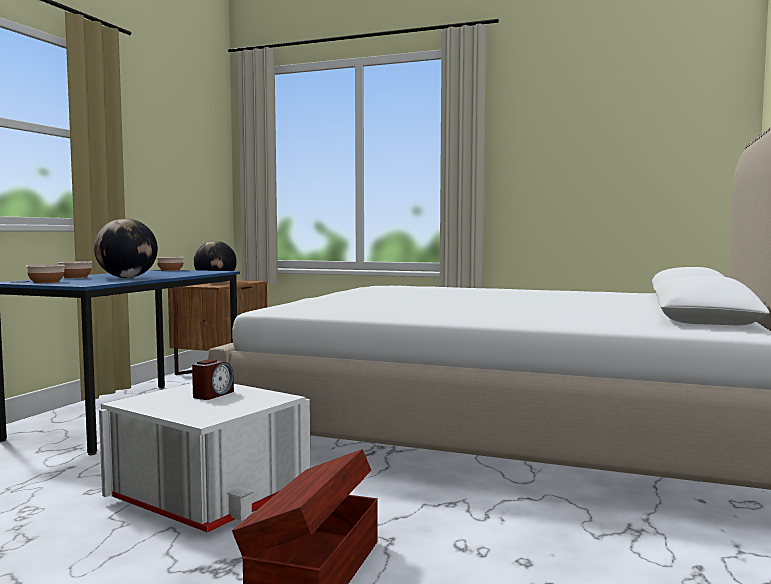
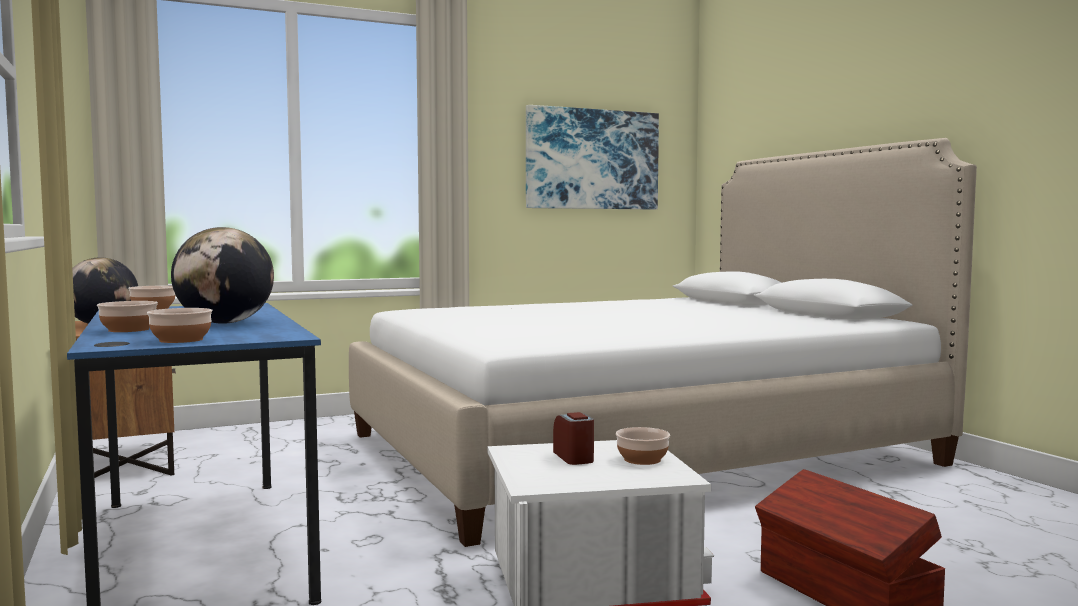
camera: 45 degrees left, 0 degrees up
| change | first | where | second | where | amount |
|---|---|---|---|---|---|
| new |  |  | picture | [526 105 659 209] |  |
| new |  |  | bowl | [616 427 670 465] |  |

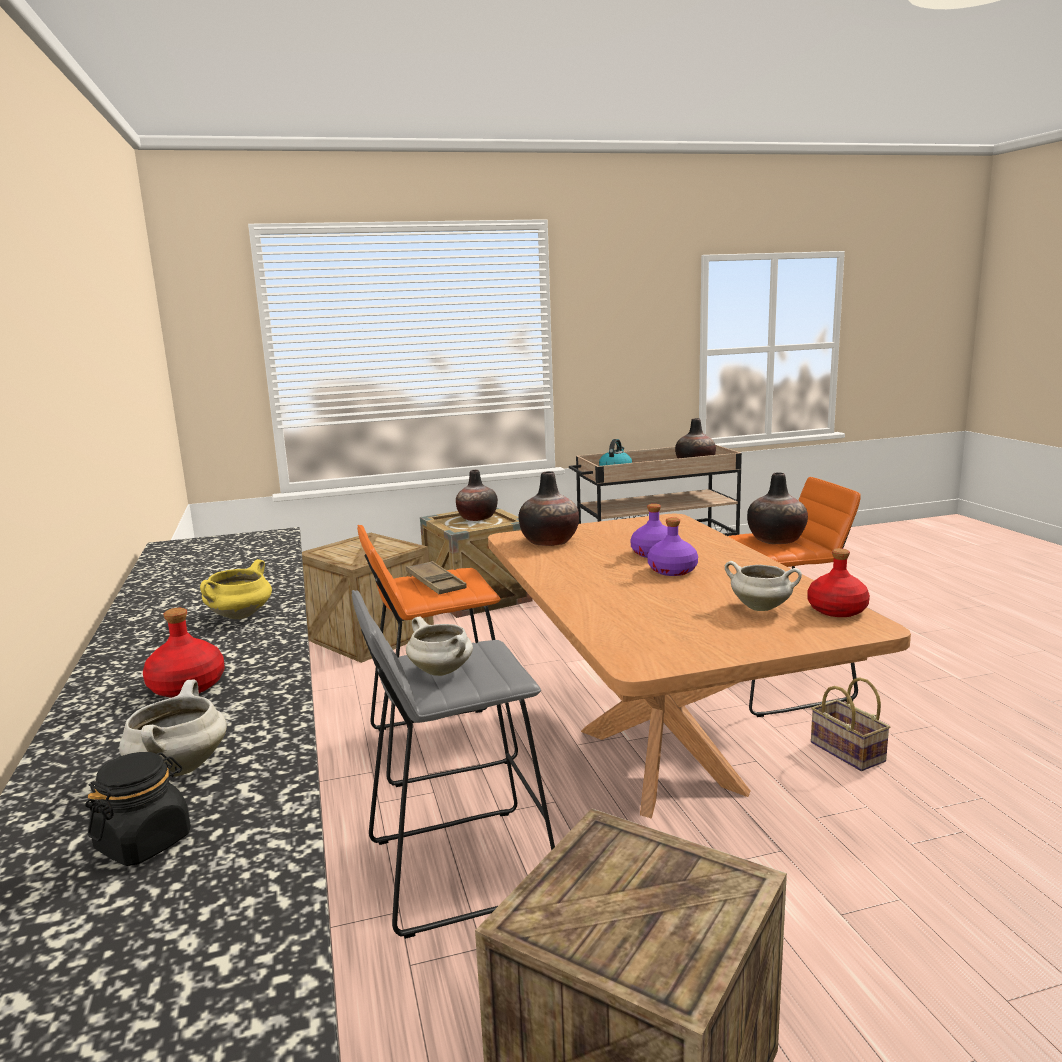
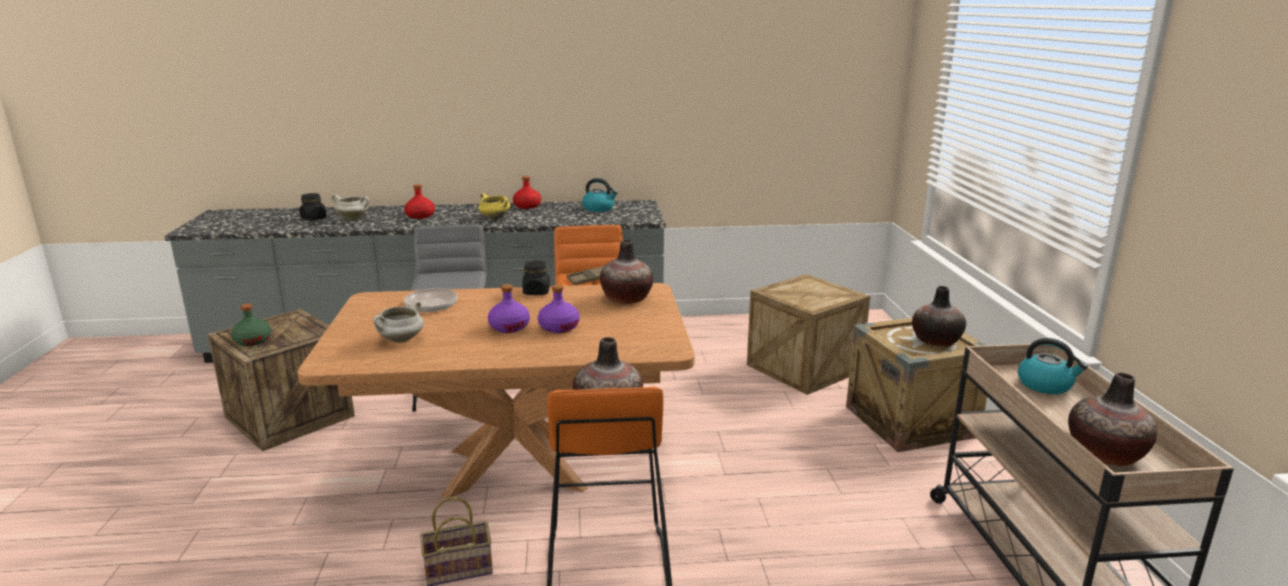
camera: 100 degrees right, 5 degrees up
| change | first | where | second | where | amount |
|---|---|---|---|---|---|
| gone | white cooking pot | [406 616 473 676] |  |  |  |
| new |  |  | green bottle | [231 304 271 346] |  |
| new |  |  | frying pan | [404 288 458 312] |  |
| new |  |  | black jar | [522 261 550 295] |  |
| new |  |  | kettle | [582 178 618 212] |  |
| shifted | red bottle | [808 548 870 617] |  | [513 176 541 209] |  |

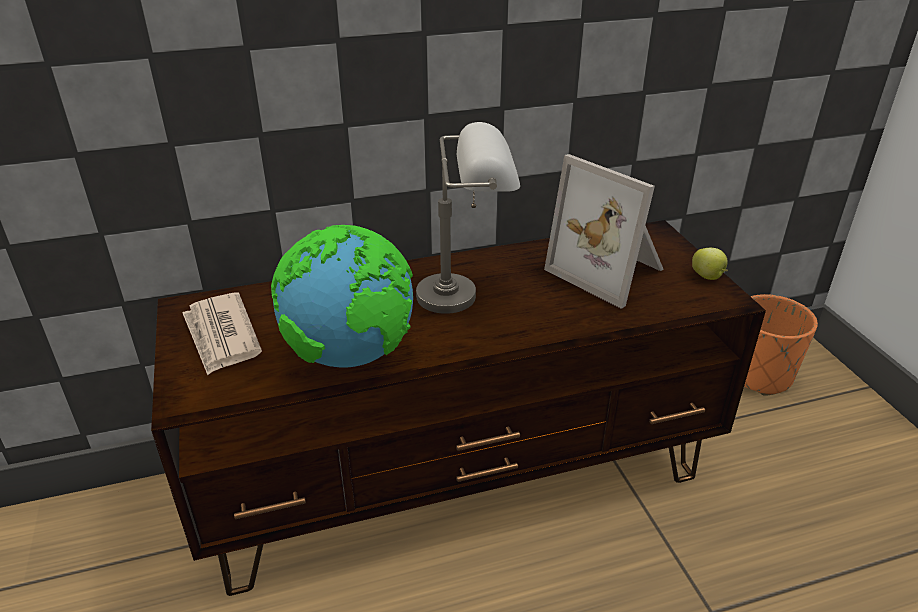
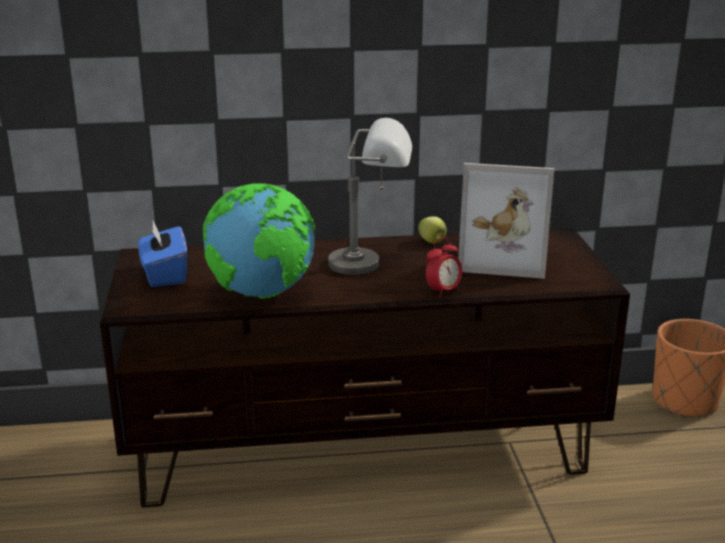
camera: 10 degrees right, 10 degrees down
| change | first | where | second | where | amount |
|---|---|---|---|---|---|
| new |  |  | alarm clock | [426 237 462 298] |  |
| shifted | apple | [692 248 728 280] |  | [418 216 447 243] |  |
| swapped | newspaper | [182 292 262 375] | blue tissue box | [138 221 187 287] |  |
| rotated | picture frame | [544 154 663 309] |  | [458 163 554 279] | 45 degrees counterclockwise |

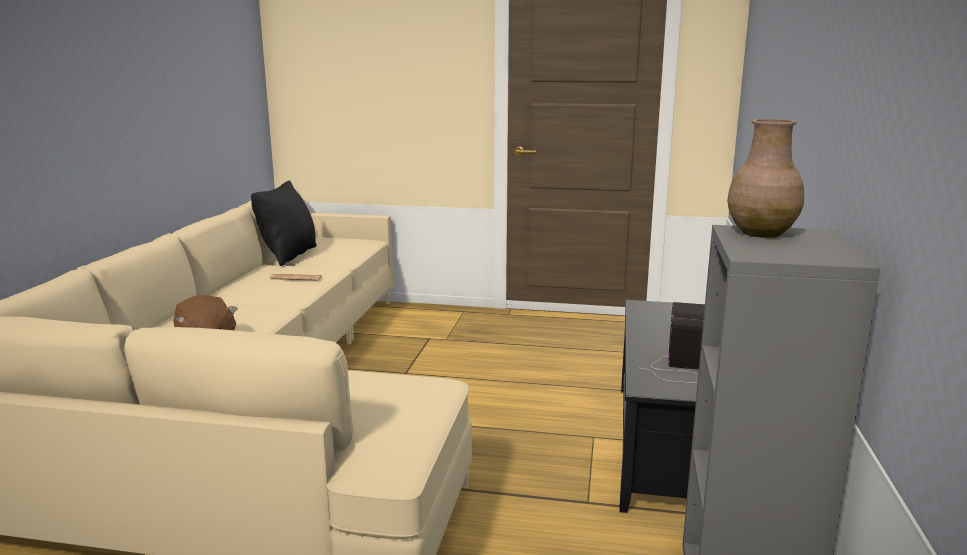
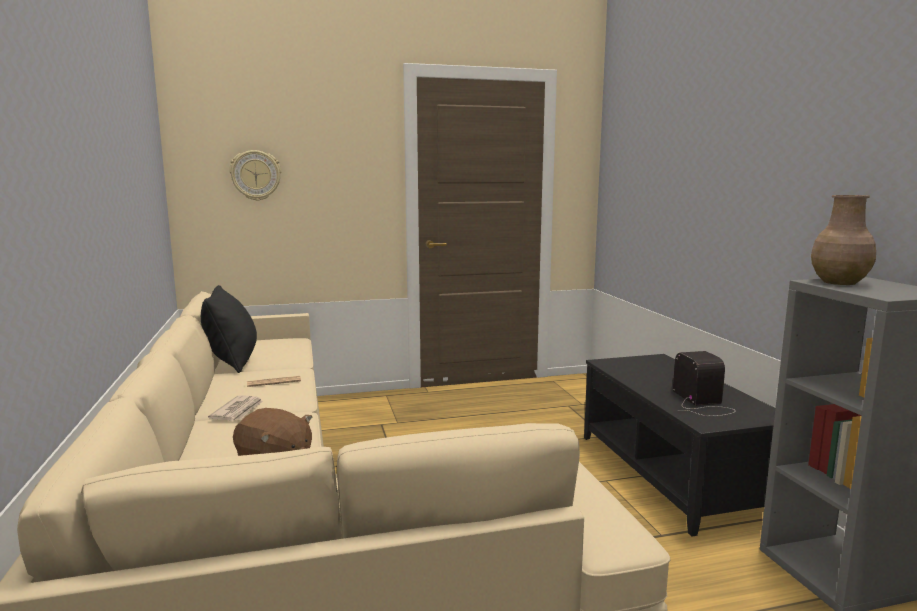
camera: 25 degrees left, 5 degrees down
| change | first | where | second | where | amount |
|---|---|---|---|---|---|
| new |  |  | newspaper | [208 395 263 421] |  |
| new |  |  | wall clock | [229 150 281 201] |  |

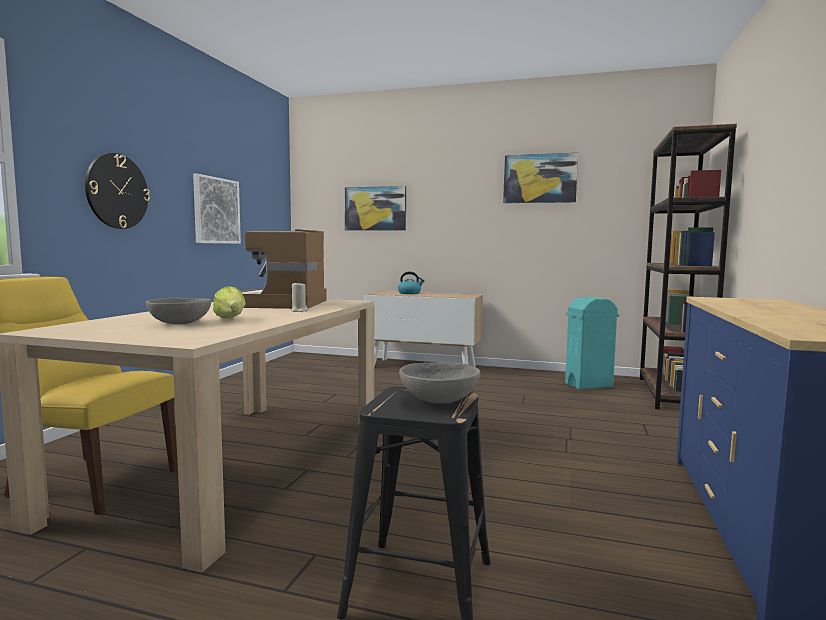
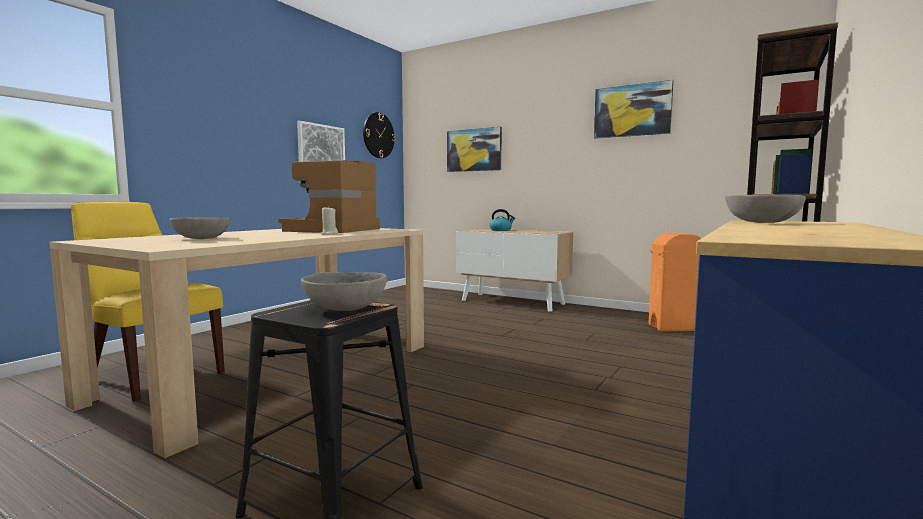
camera: 15 degrees right, 0 degrees up
| change | first | where | second | where | amount |
|---|---|---|---|---|---|
| gone | lettuce | [213 286 246 318] |  |  |  |
| new |  |  | grey bowl | [725 195 806 223] |  |
| shifted | wall clock | [85 153 150 229] |  | [363 112 396 158] |  |
| repainted | turquoise trash can | [565 297 620 390] | orange trash can | [649 233 702 332] |  |

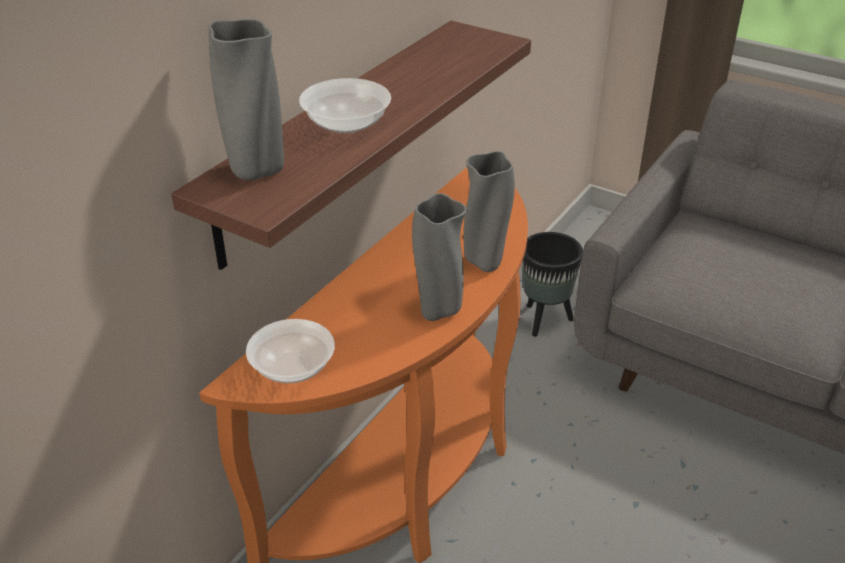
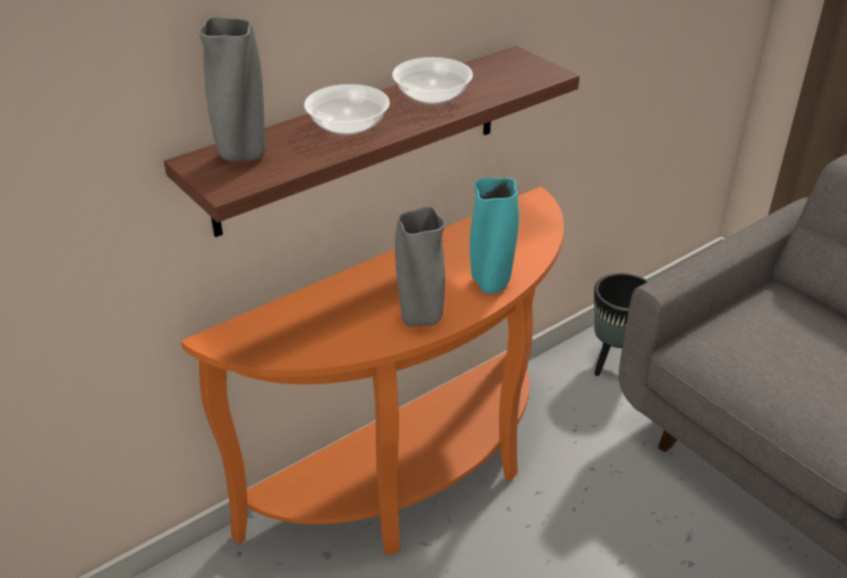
camera: 20 degrees right, 0 degrees up
| change | first | where | second | where | amount |
|---|---|---|---|---|---|
| shifted | bowl | [246 319 335 383] |  | [392 57 473 105] |  |
| repainted | grey vase | [463 151 515 272] | turquoise vase | [470 178 519 294] |  |

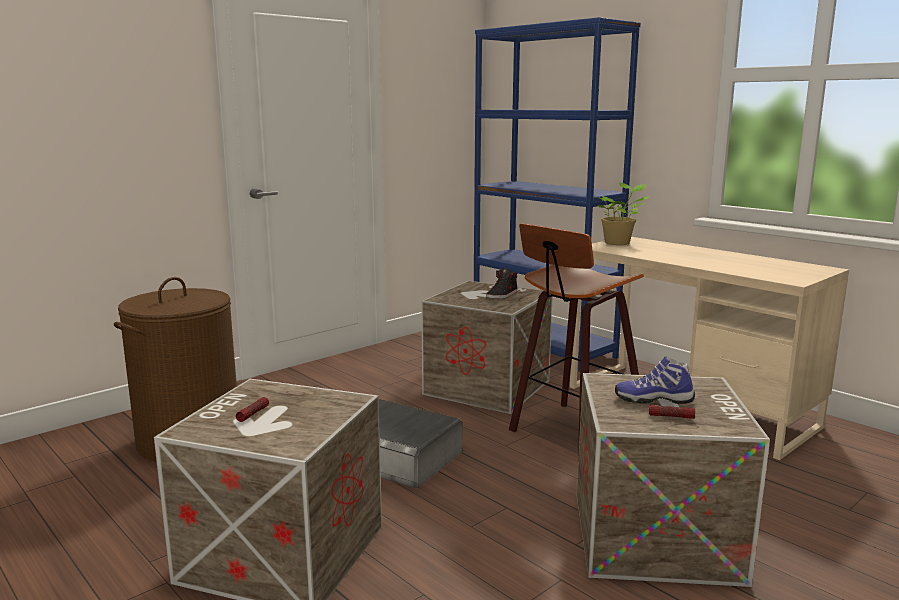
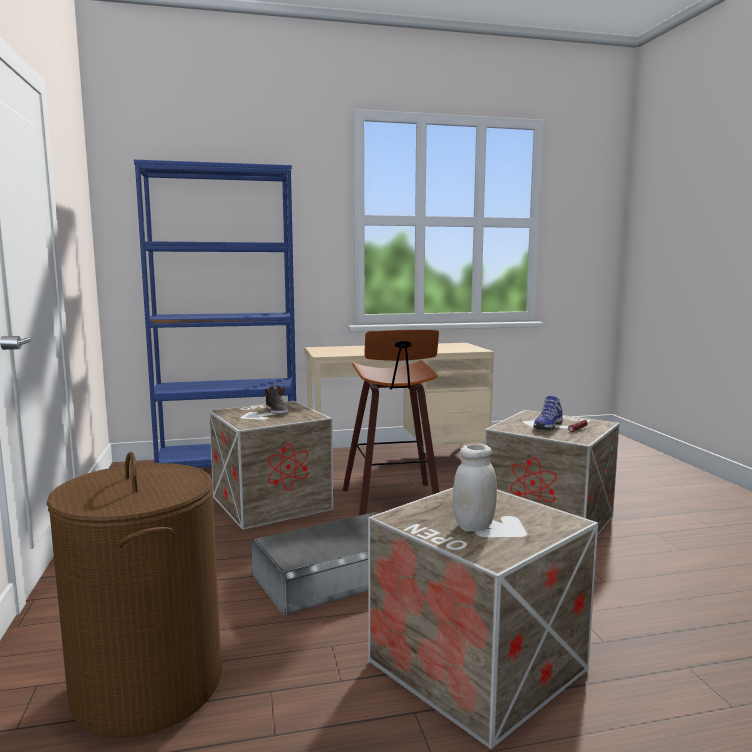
camera: 60 degrees left, 5 degrees down
| change | first | where | second | where | amount |
|---|---|---|---|---|---|
| gone | potted plant | [597 183 649 245] |  |  |  |
| swapped | flashlight | [236 397 269 422] | white jar | [453 444 497 532] |  |

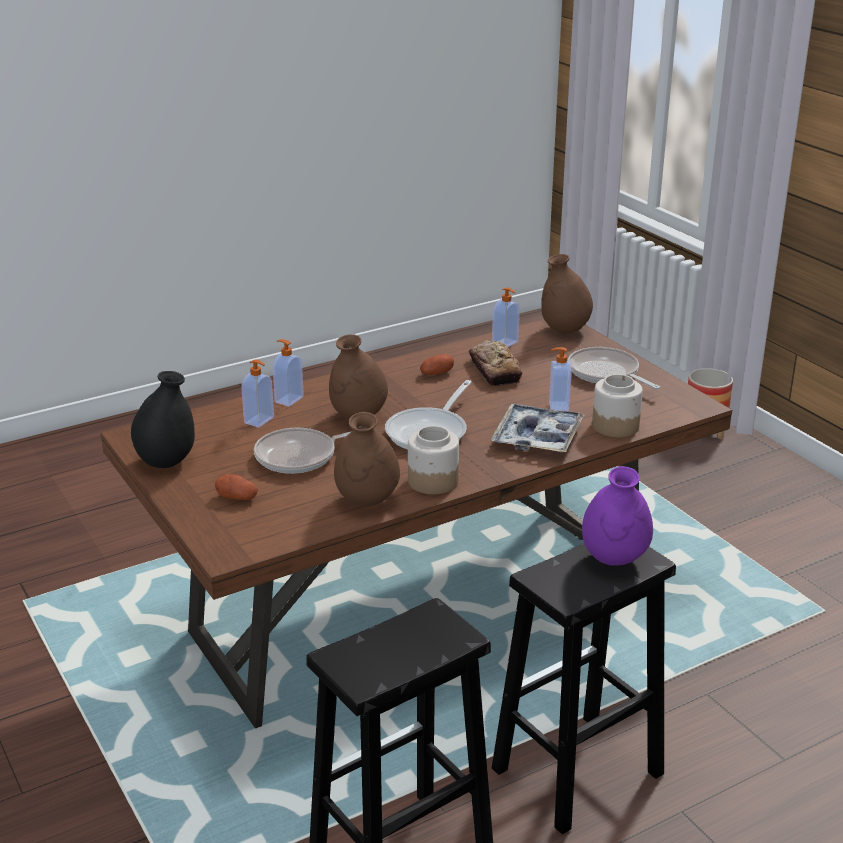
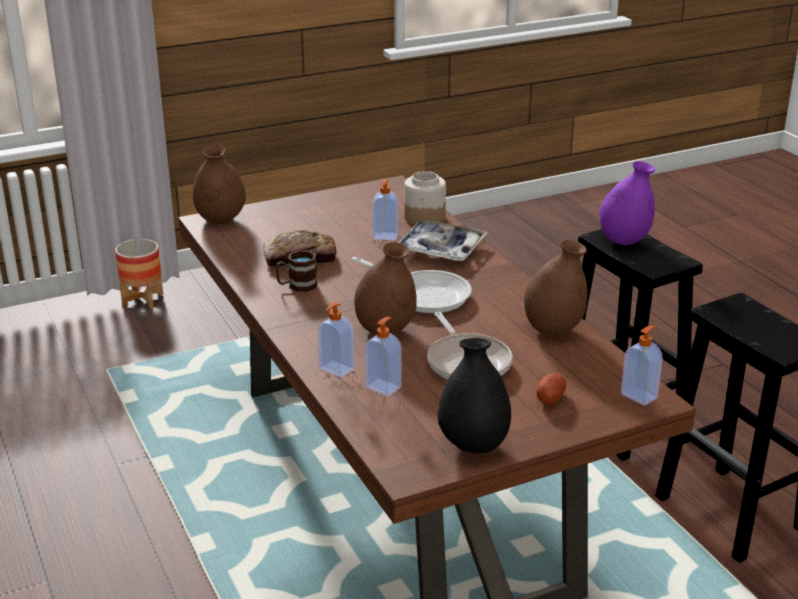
camera: 85 degrees left, 0 degrees up
| change | first | where | second | where | amount |
|---|---|---|---|---|---|
| gone | jar | [408 426 459 494] |  |  |  |
| gone | frying pan | [568 347 660 389] |  |  |  |
| shifted | soap dispenser | [492 287 520 347] |  | [621 326 663 406] |  |
| swapped | potato | [420 354 454 375] | brown mug | [275 250 317 292] |  |

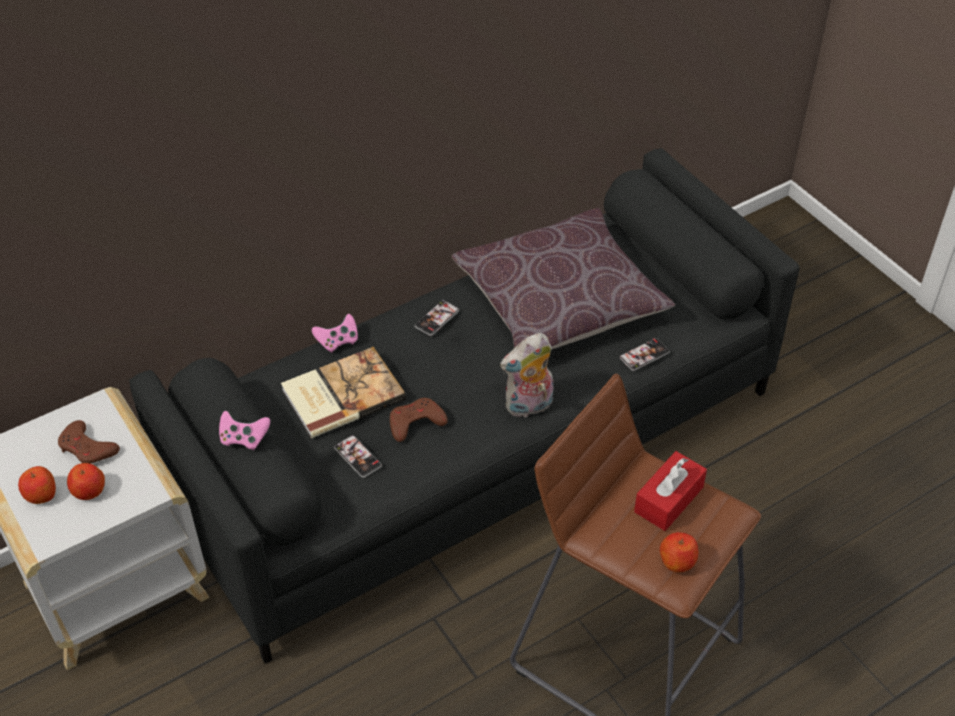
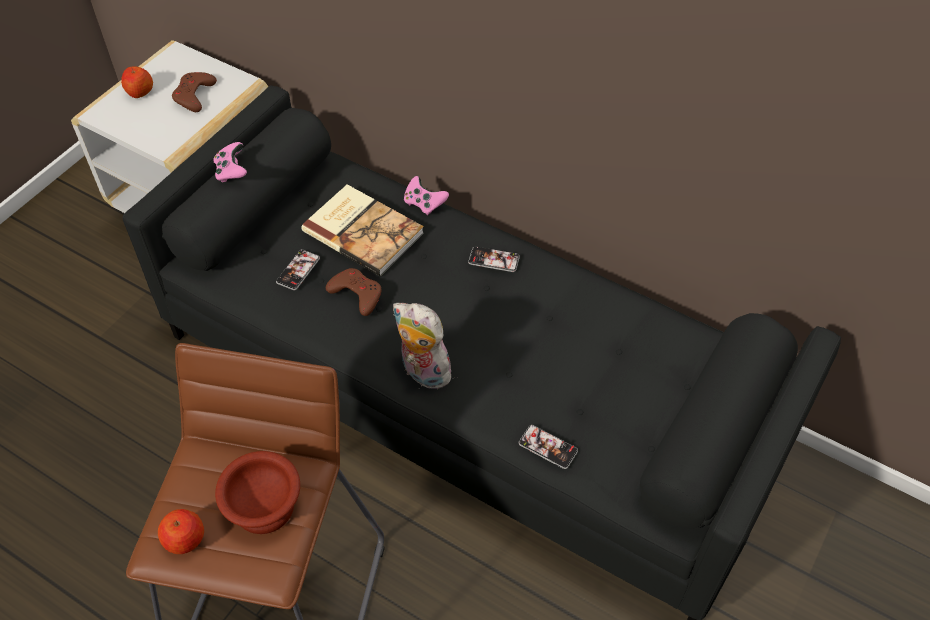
camera: 65 degrees right, 5 degrees up
| change | first | where | second | where | amount |
|---|---|---|---|---|---|
| gone | apple | [67 463 105 500] |  |  |  |
| gone | brown pillow | [452 208 675 349] |  |  |  |
| swapped | red tissue box | [634 451 707 531] | brown bowl | [215 451 300 534] |  |

